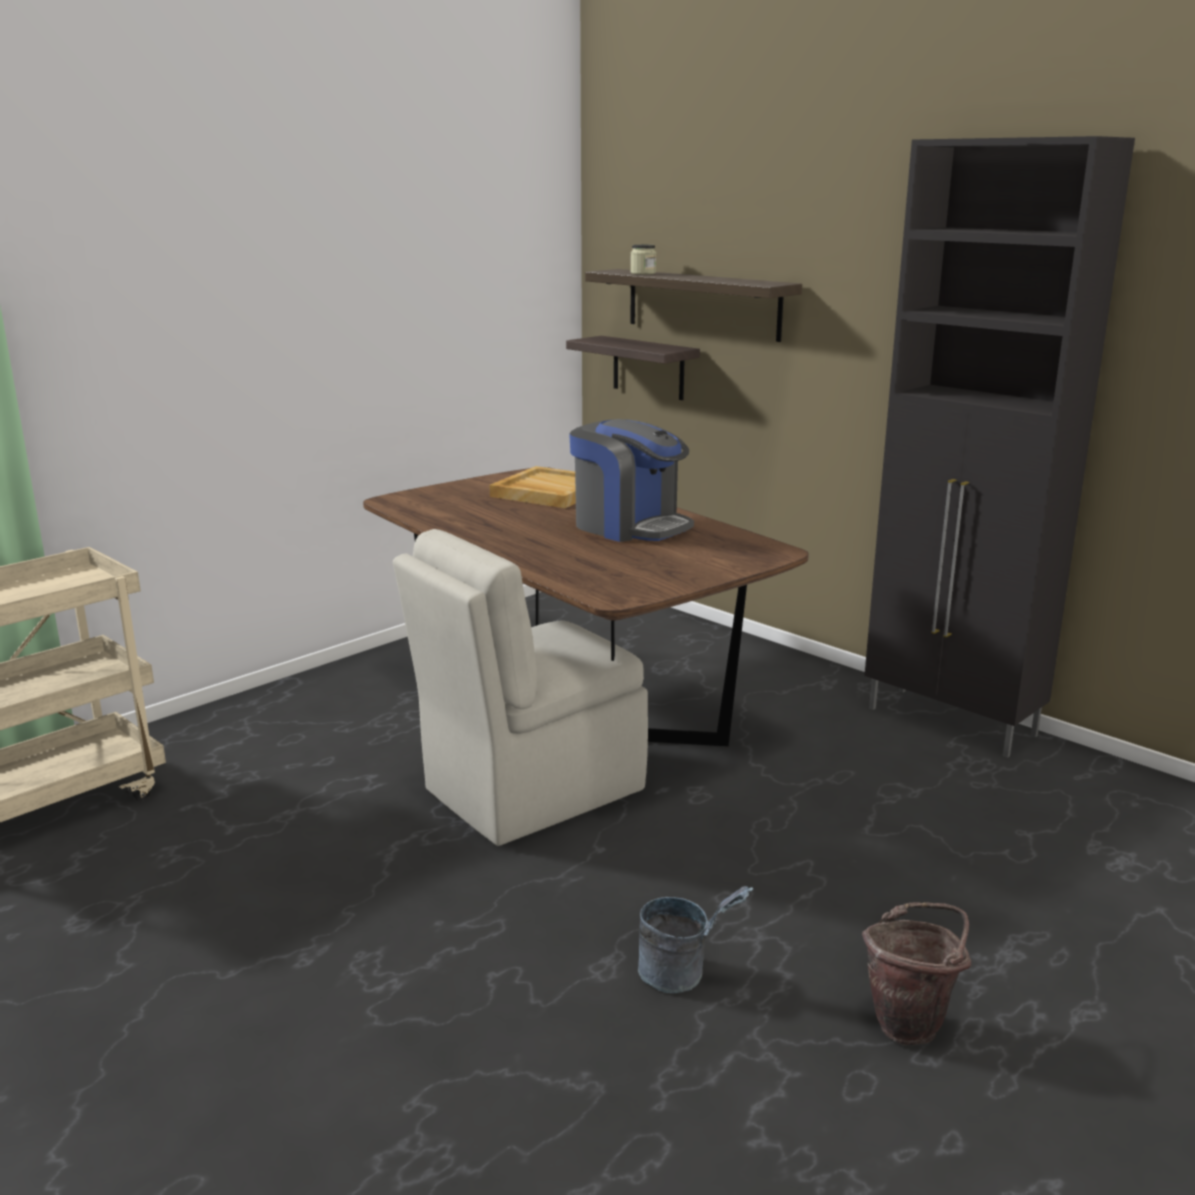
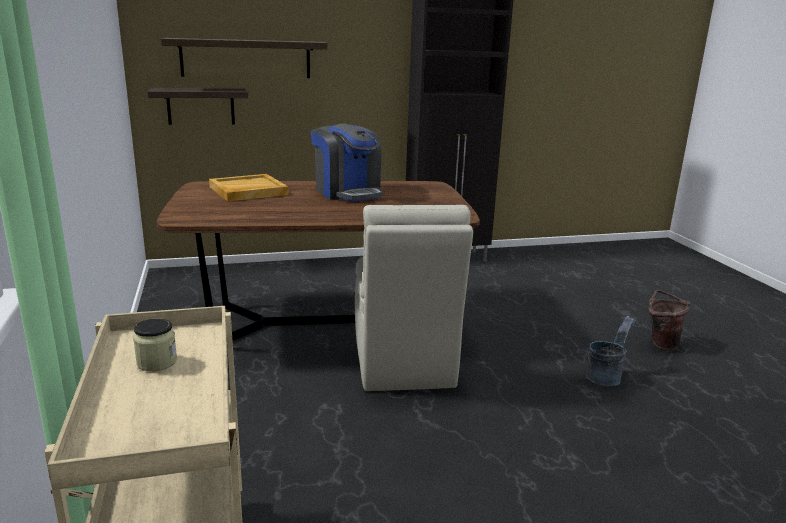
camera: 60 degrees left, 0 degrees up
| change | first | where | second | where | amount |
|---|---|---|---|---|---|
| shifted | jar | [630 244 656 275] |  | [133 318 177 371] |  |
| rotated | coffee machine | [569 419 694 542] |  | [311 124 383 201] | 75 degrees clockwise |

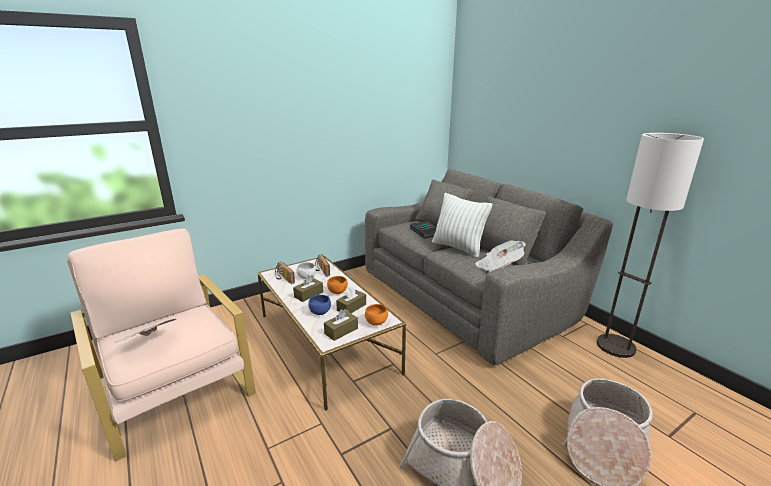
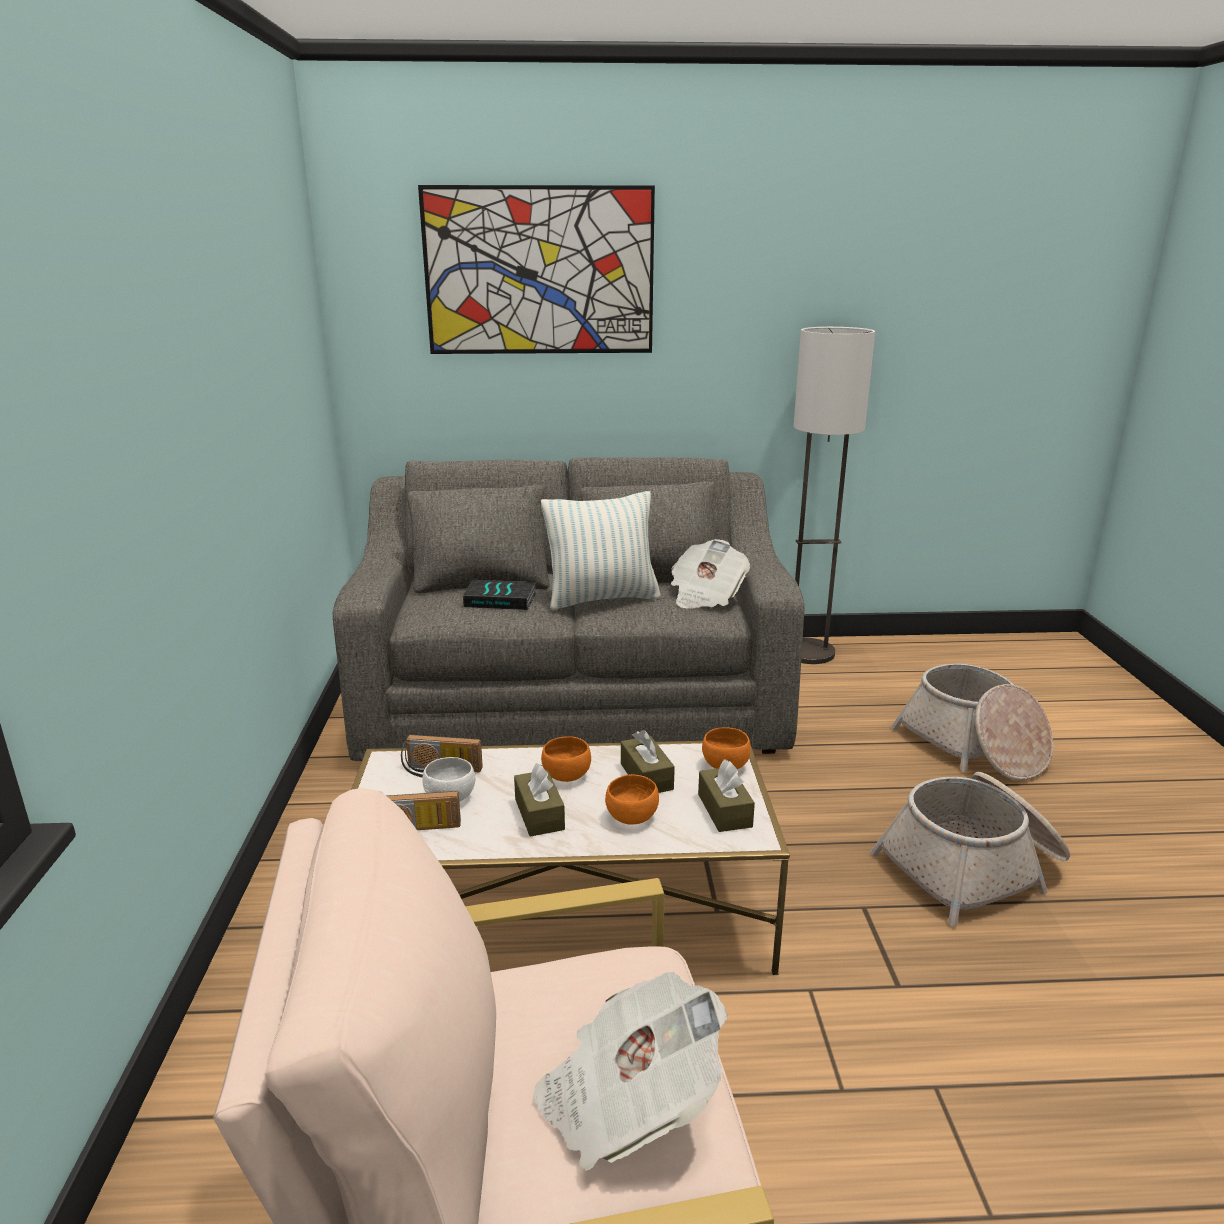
camera: 60 degrees left, 0 degrees up
| change | first | where | second | where | amount |
|---|---|---|---|---|---|
| new |  |  | picture | [418 185 655 354] |  |
| repainted | blue bowl | [308 295 331 315] | orange bowl | [605 774 659 825] |  |

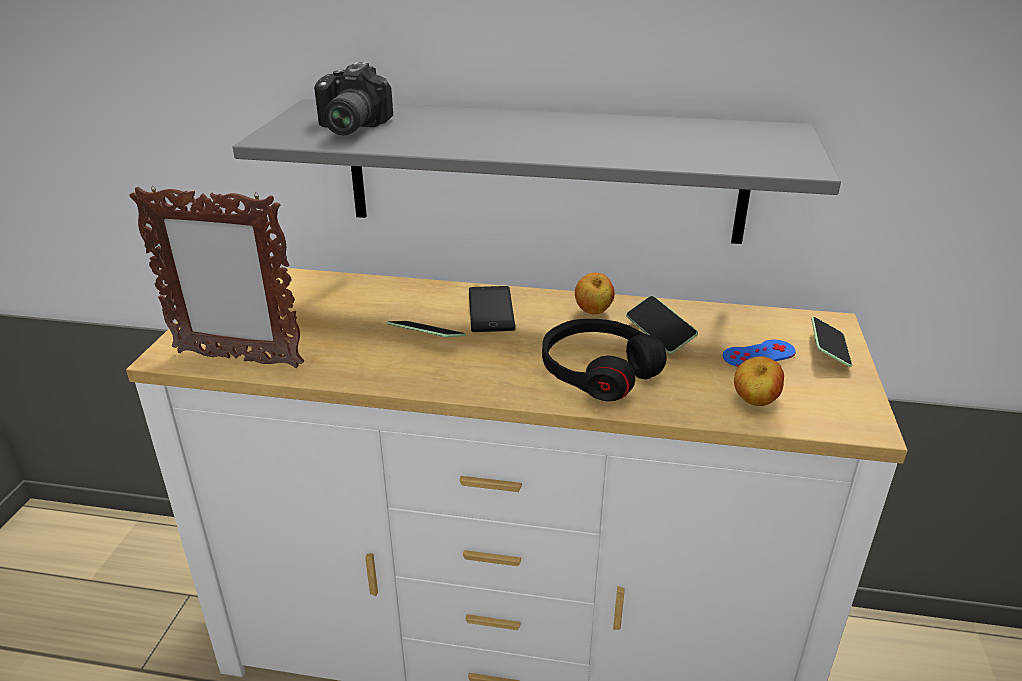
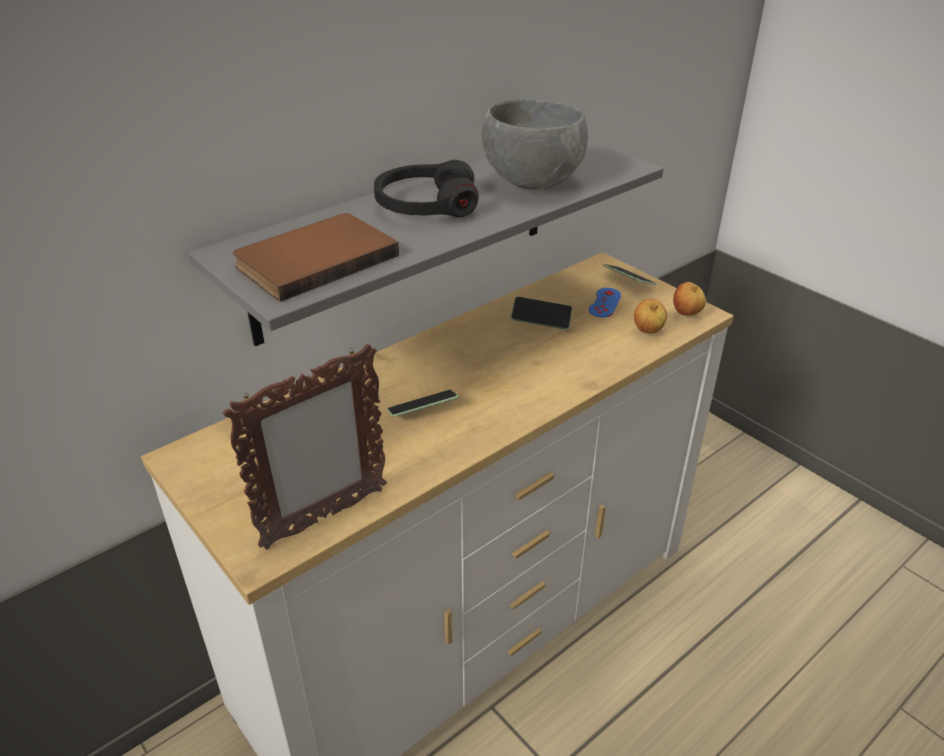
camera: 50 degrees left, 5 degrees up
| change | first | where | second | where | amount |
|---|---|---|---|---|---|
| gone | phone | [469 286 515 332] |  |  |  |
| new |  |  | grey bowl | [482 99 588 190] |  |
| shifted | black headphones | [542 319 667 401] |  | [374 160 479 217] |  |
| shifted | apple | [575 272 615 315] |  | [673 282 706 316] |  |
| swapped | photo camera | [314 62 393 135] | brown book | [233 213 399 302] |  |

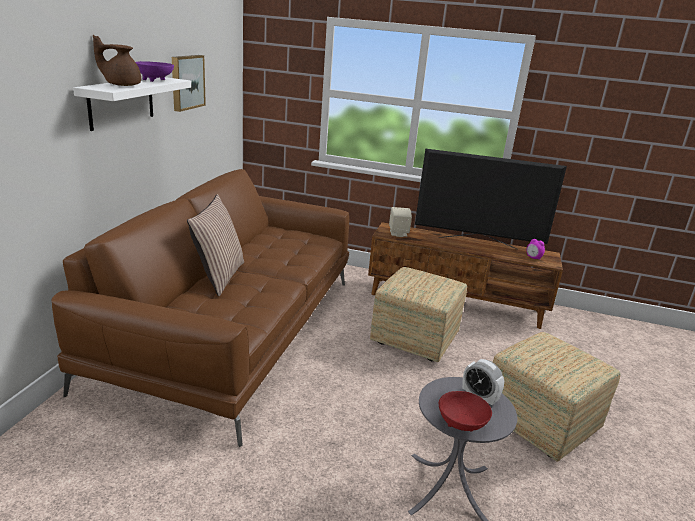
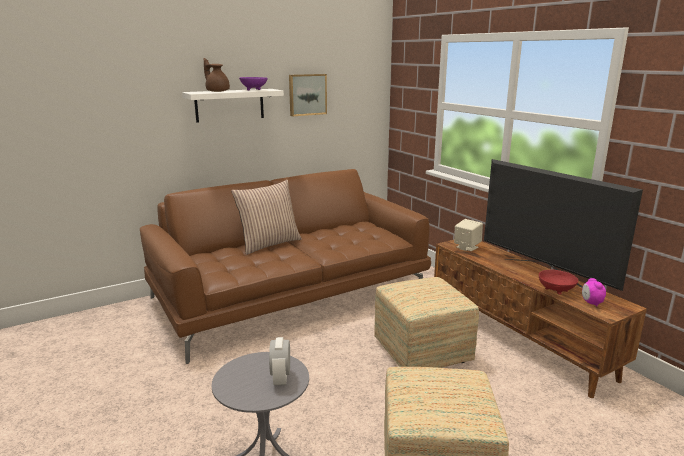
camera: 45 degrees right, 5 degrees down
| change | first | where | second | where | amount |
|---|---|---|---|---|---|
| shifted | red bowl | [439 391 492 431] |  | [539 270 578 295] |  |

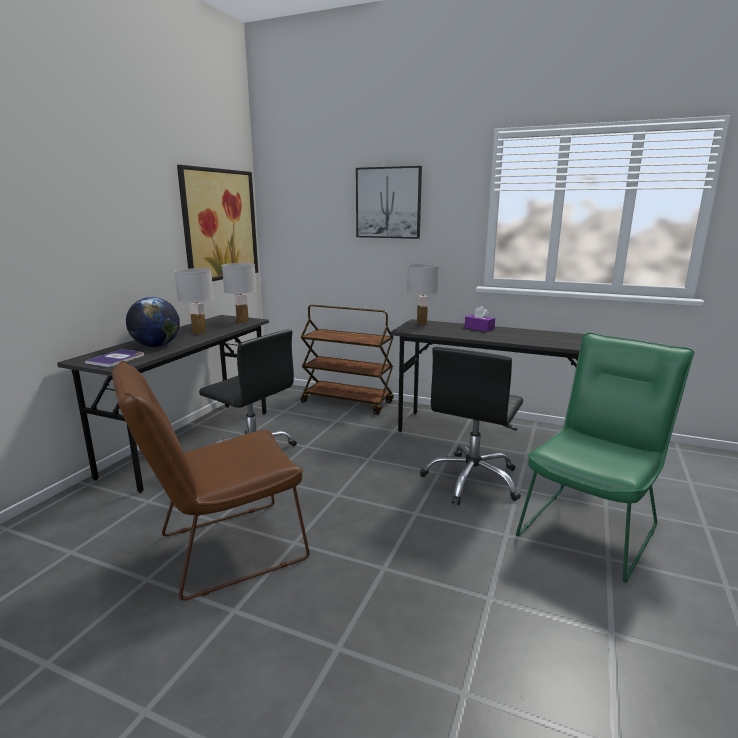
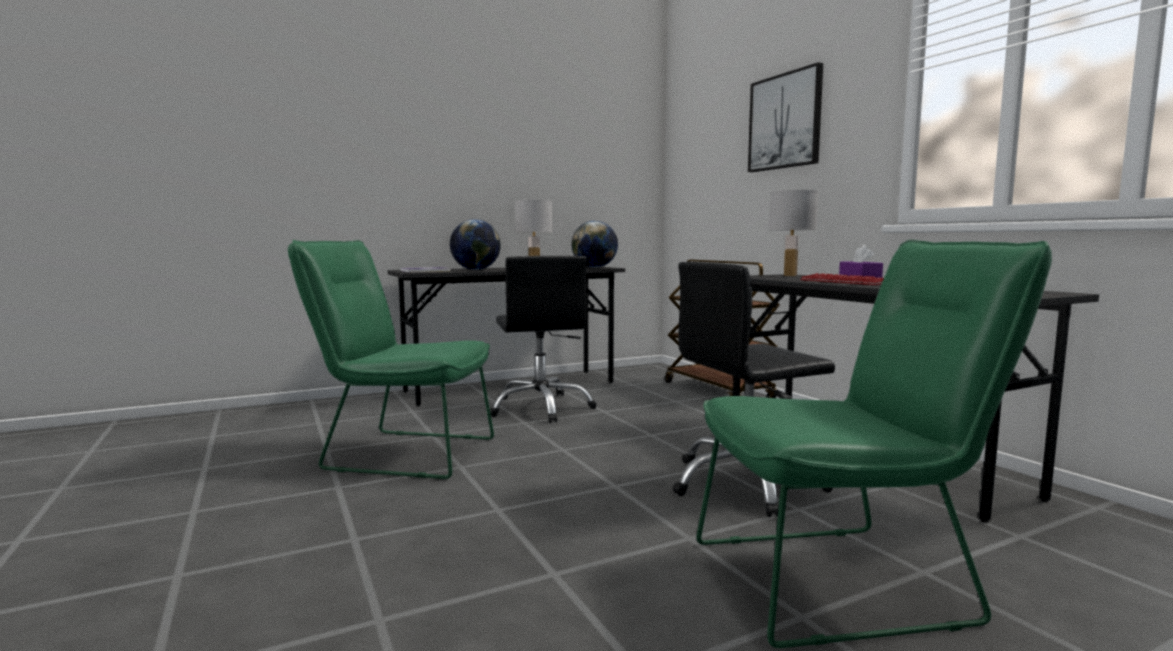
camera: 40 degrees right, 10 degrees down
| change | first | where | second | where | amount |
|---|---|---|---|---|---|
| gone | picture | [177 165 258 281] |  |  |  |
| new |  |  | keyboard | [800 273 884 285] |  |
| swapped | white table lamp | [222 263 257 323] | globe | [571 221 618 268] |  |
| repainted | brown chair | [112 361 310 601] | green chair | [288 240 494 479] |  |

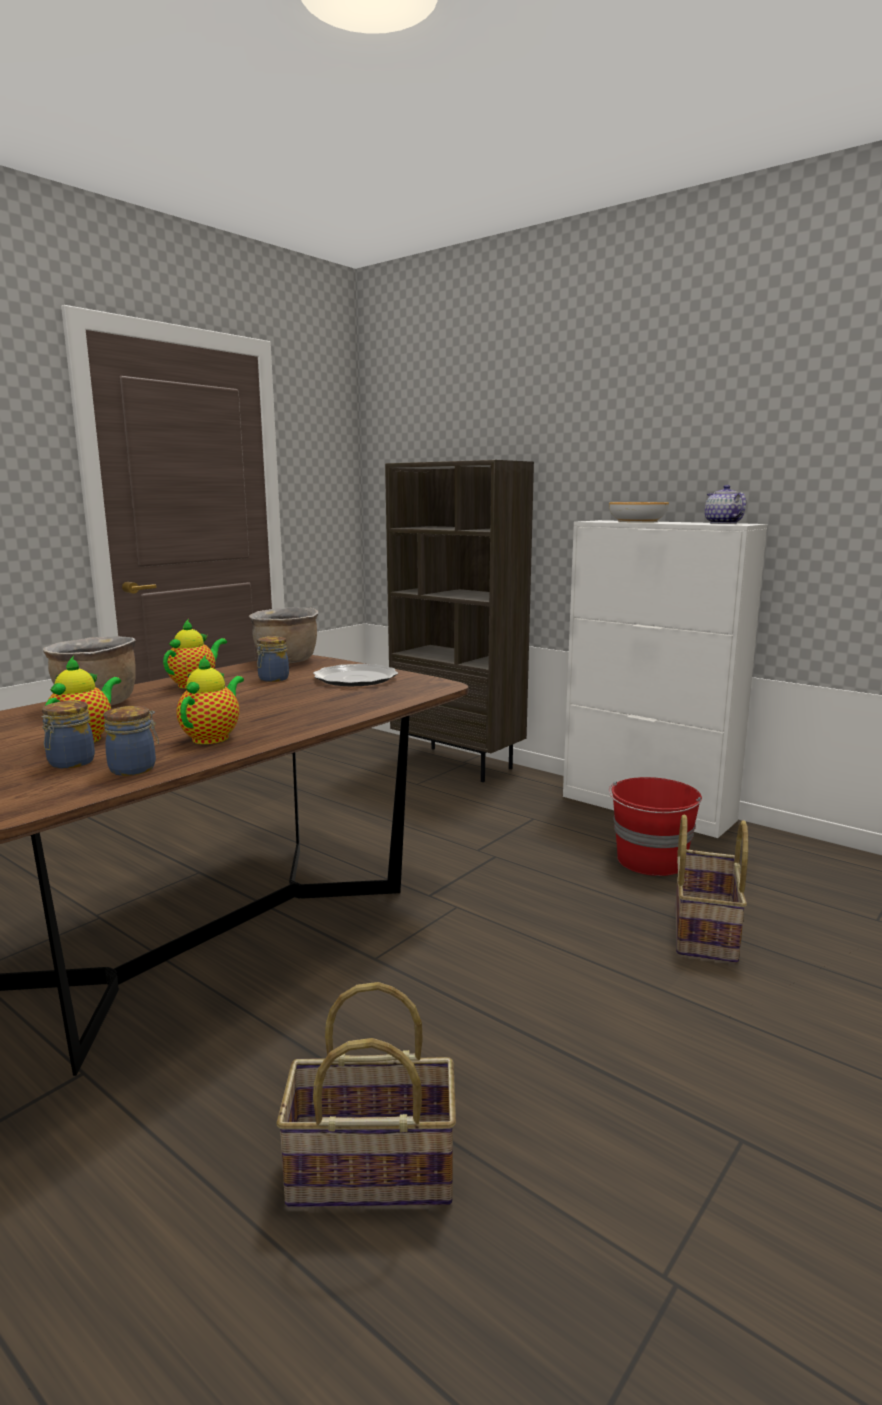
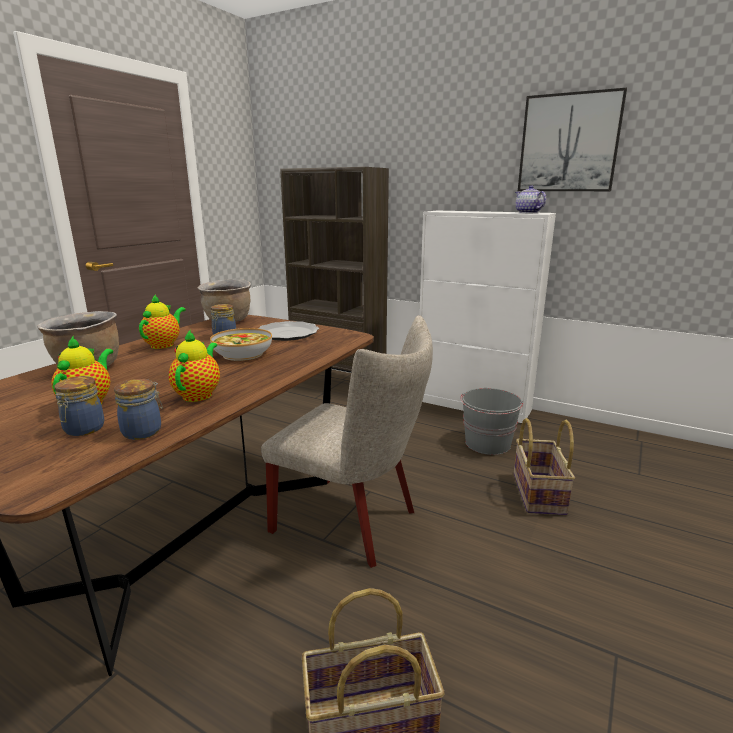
camera: 10 degrees left, 5 degrees up
| change | first | where | second | where | amount |
|---|---|---|---|---|---|
| new |  |  | beige chair | [261 315 433 568] |  |
| new |  |  | picture | [518 88 627 191] |  |
| shifted | bowl | [609 502 669 522] |  | [210 328 272 361] |  |
| repainted | red bucket | [609 777 702 876] | grey bucket | [461 388 523 455] |  |

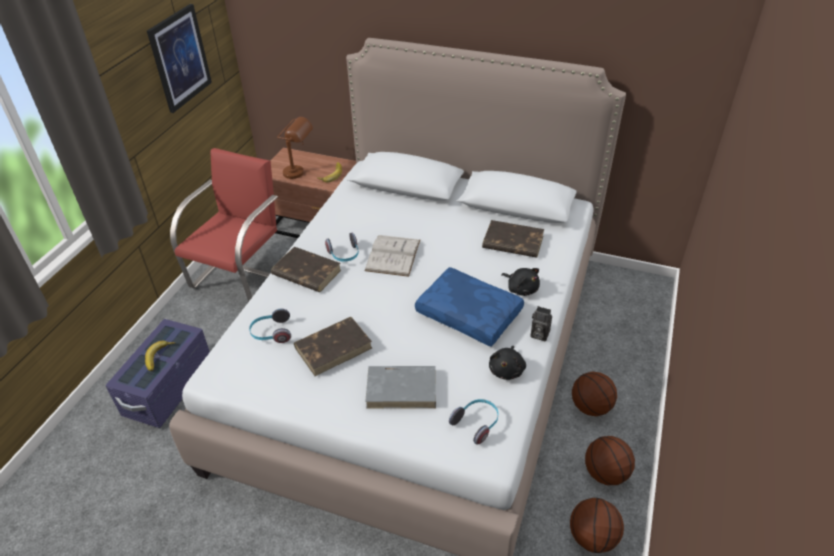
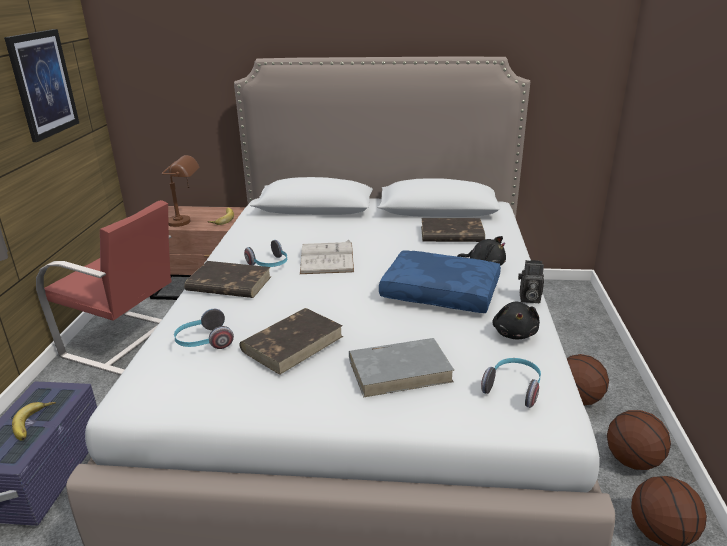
camera: 15 degrees left, 15 degrees down
| change | first | where | second | where | amount |
|---|---|---|---|---|---|
| rotated | red chair | [170 148 278 302] |  | [36 200 172 375] | 105 degrees clockwise |

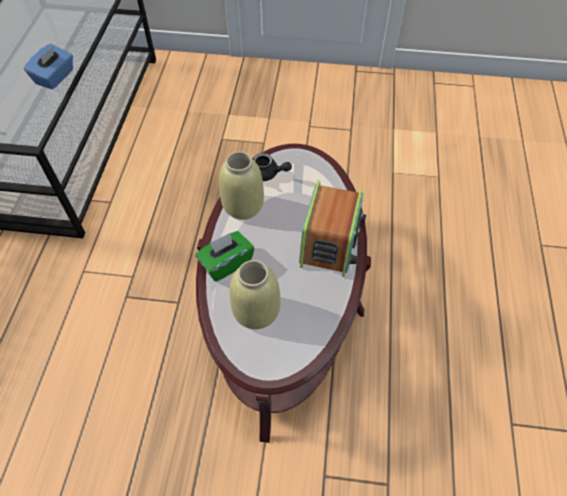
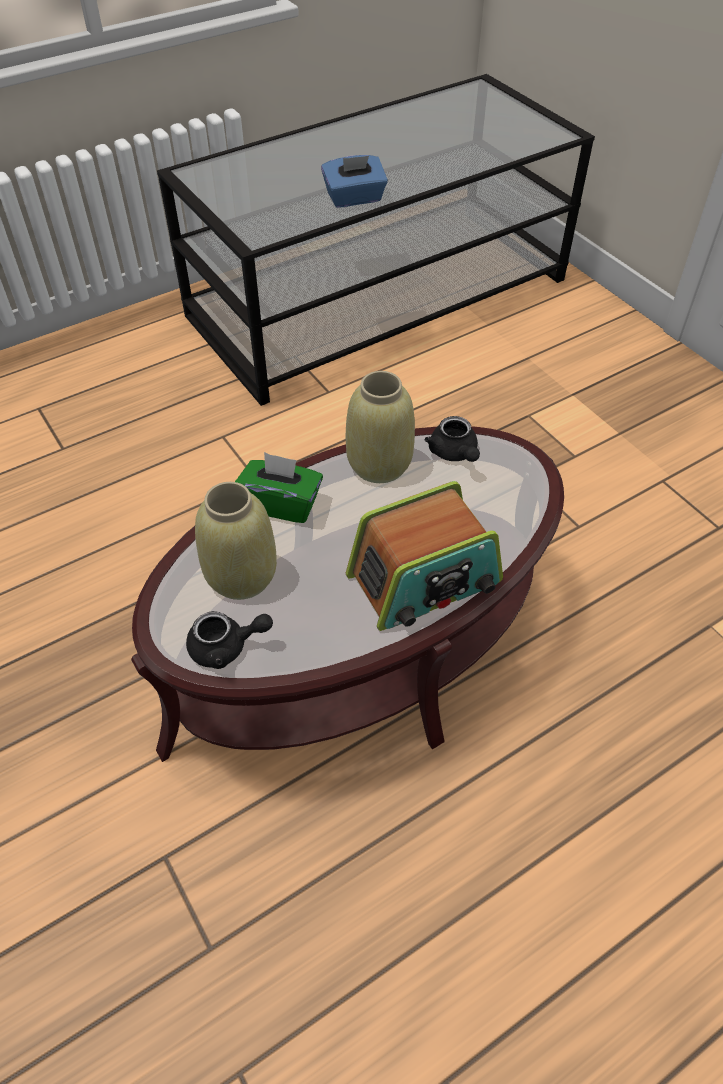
camera: 50 degrees right, 5 degrees down
| change | first | where | second | where | amount |
|---|---|---|---|---|---|
| new |  |  | black teapot | [186 611 273 669] |  |

